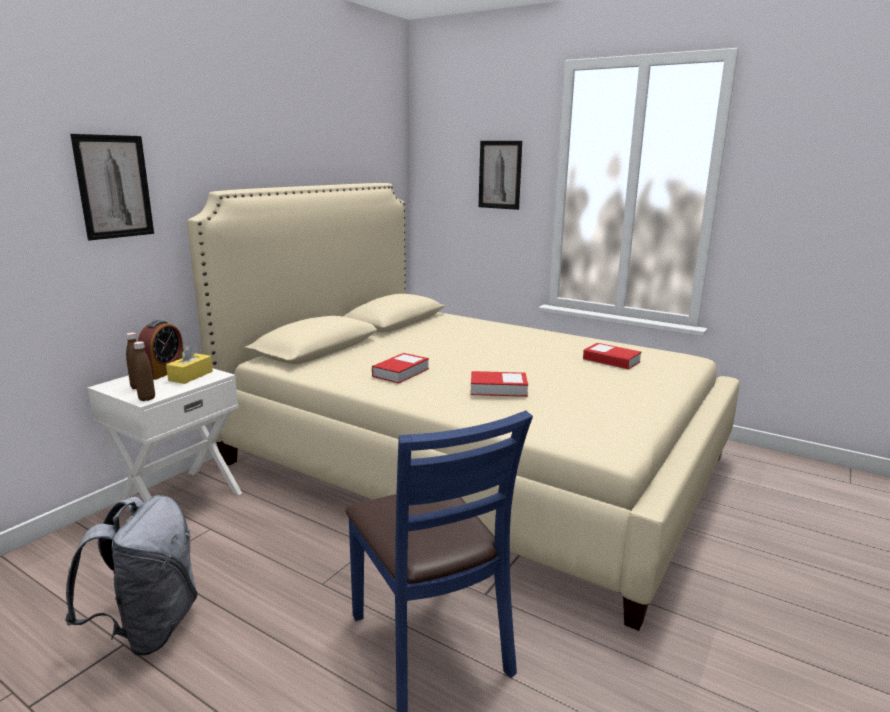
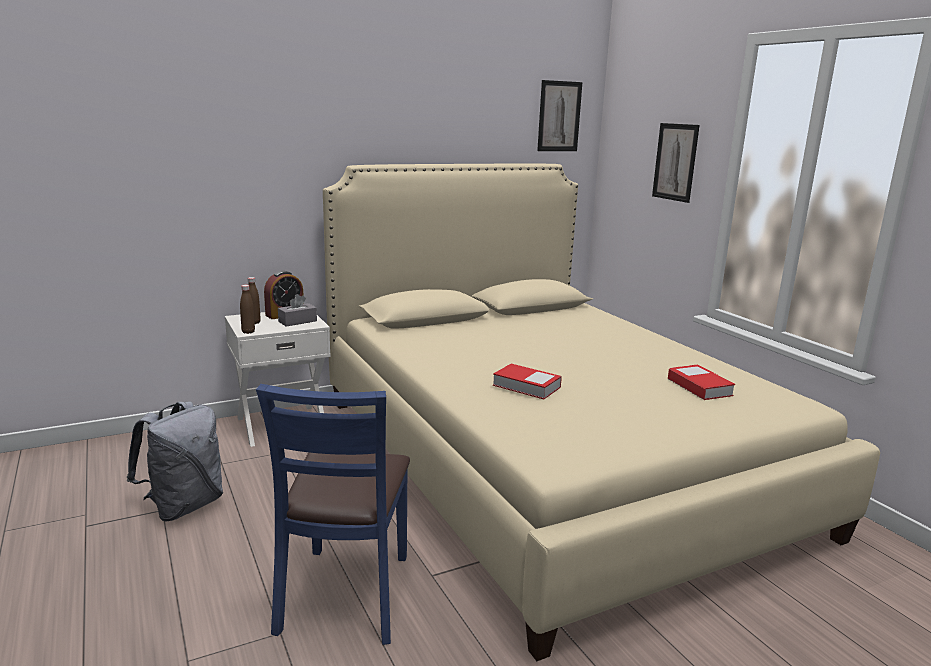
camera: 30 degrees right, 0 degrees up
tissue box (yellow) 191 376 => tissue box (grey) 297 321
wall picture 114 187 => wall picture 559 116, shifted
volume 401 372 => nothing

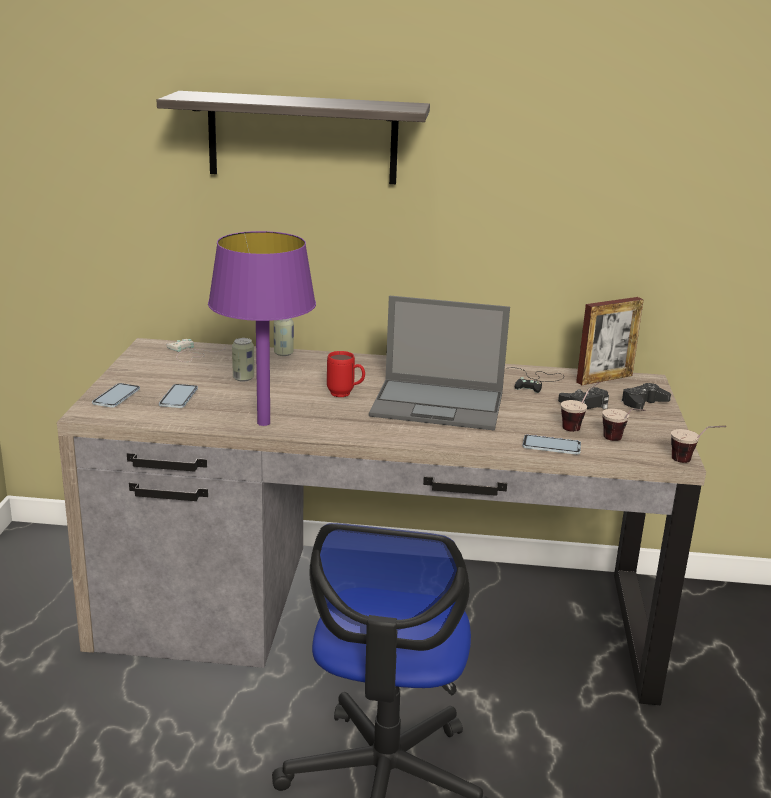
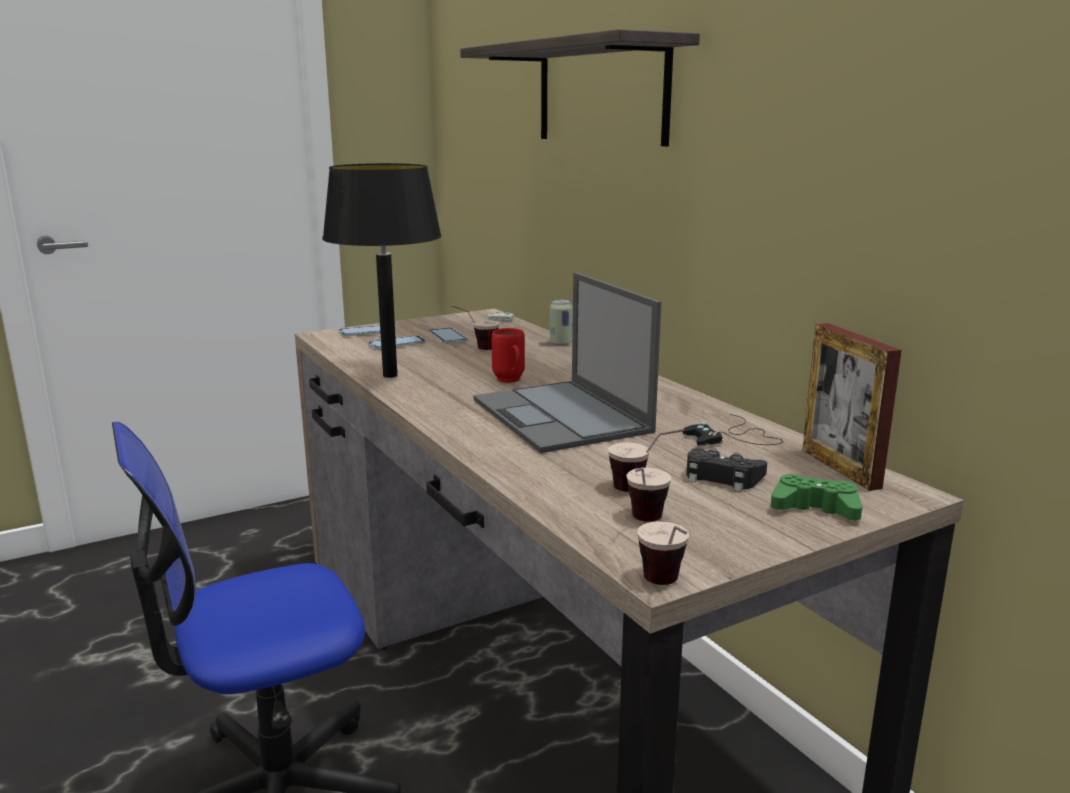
camera: 55 degrees right, 5 degrees down
table lamp (purple) 264 423 => table lamp (blackish) 390 375
telephone 551 446 => telephone 447 337, shifted
sealed can 243 378 => cup 475 348
gamepad (blackish) 643 403 => gamepad (green) 815 508
picture frame 604 379 => picture frame 840 468, 45 degrees clockwise

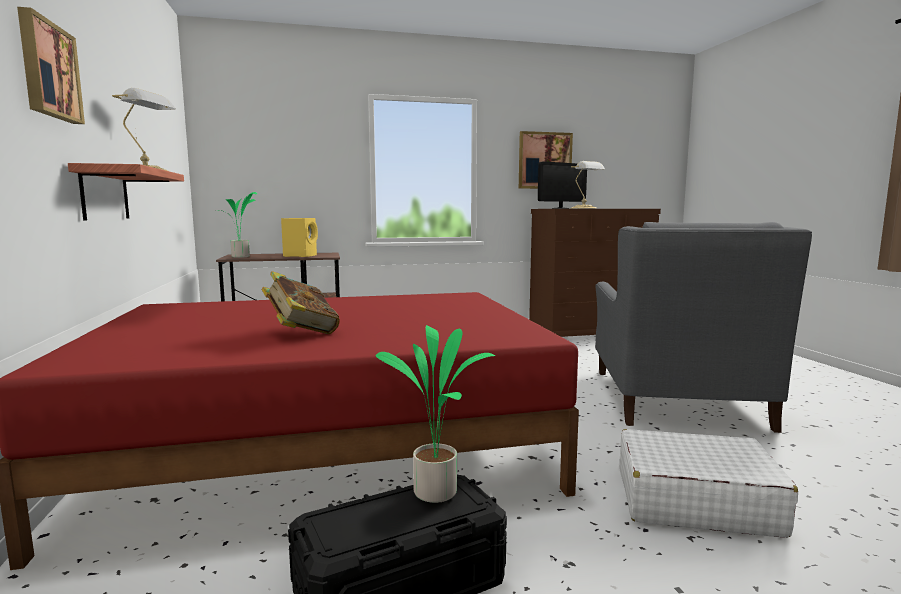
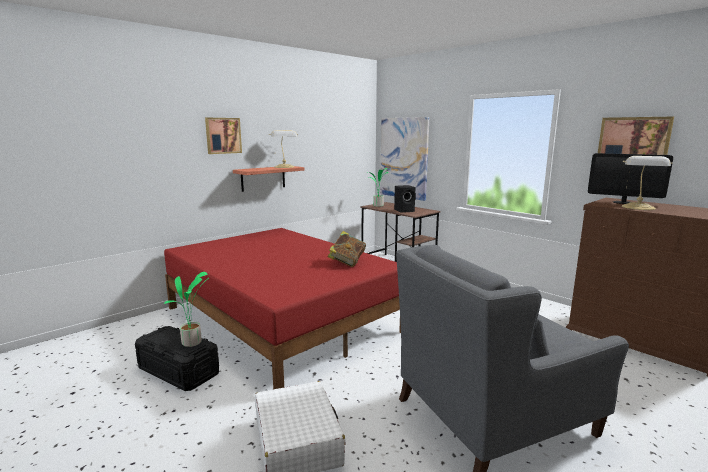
camera: 60 degrees right, 5 degrees up
volume 301 332 => volume 347 262, shifted
nothing => wall picture 404 158
loudspeaker (yellow) 301 255 => loudspeaker (blackish) 405 210

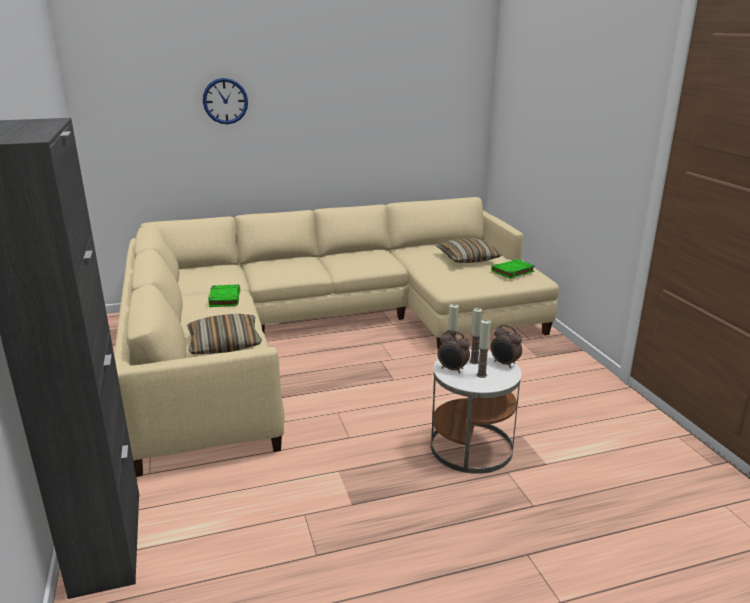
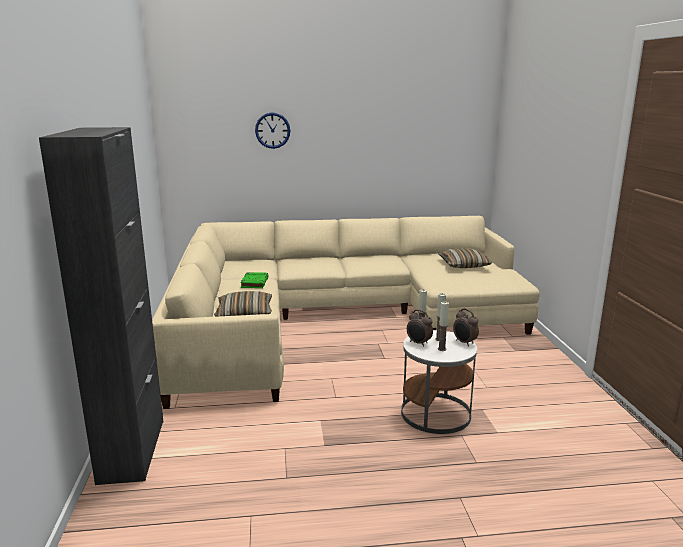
camera: 10 degrees right, 5 degrees down
volume (green) 512 271 => nothing

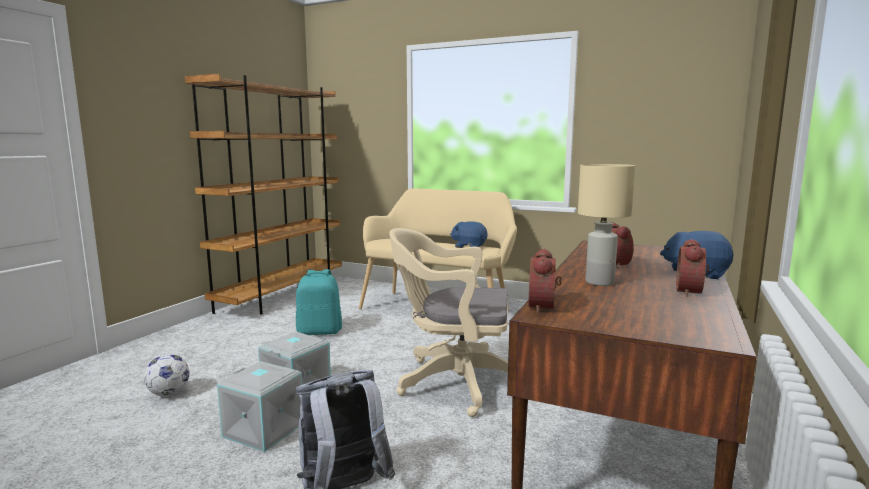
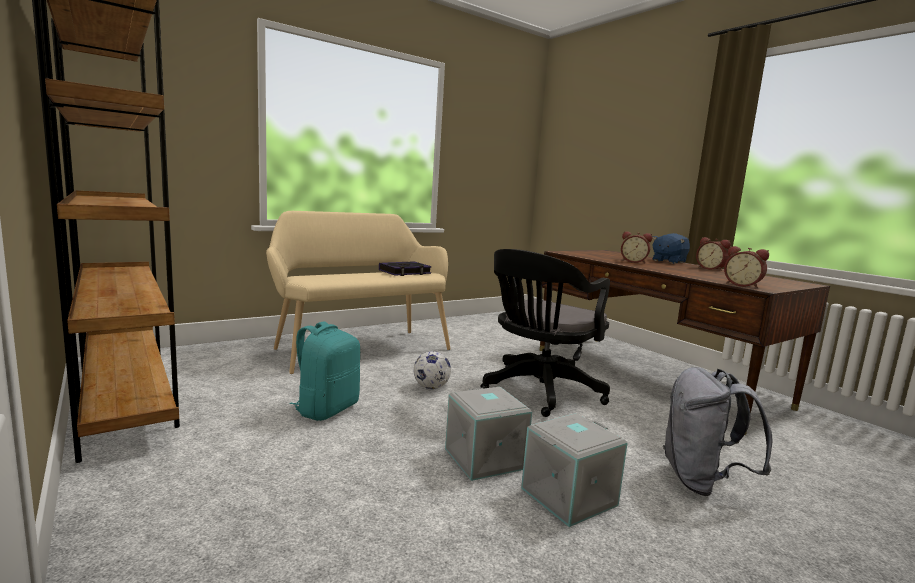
camera: 60 degrees left, 0 degrees up
cuddly toy (blue-coloured) 469 246 => volume 405 272
football 169 393 => football 431 387, shifted
office chair (sand-coloured) 454 382 => office chair (blackish) 539 392
table lamp (sand-coloured) 599 282 => nothing

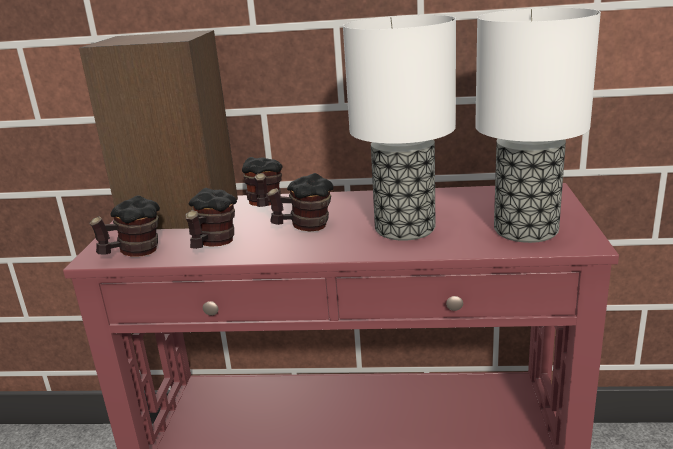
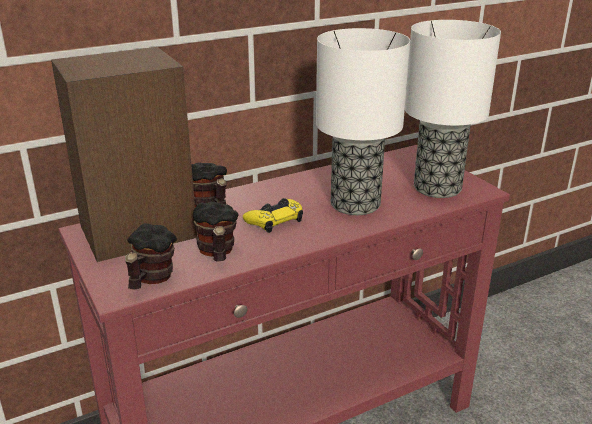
camera: 35 degrees left, 5 degrees up
mug 304 227 => gamepad (yellow) 274 220

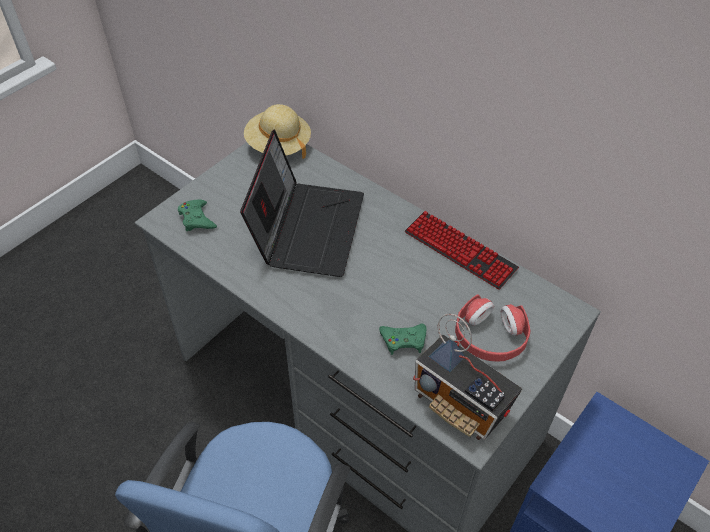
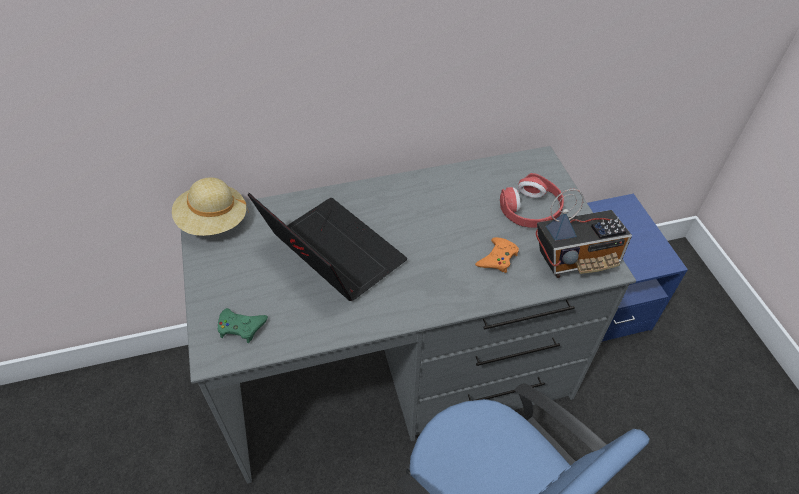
camera: 55 degrees left, 0 degrees up
gamepad (green) 403 340 => gamepad (orangey) 497 258
keyboard 460 251 => nothing

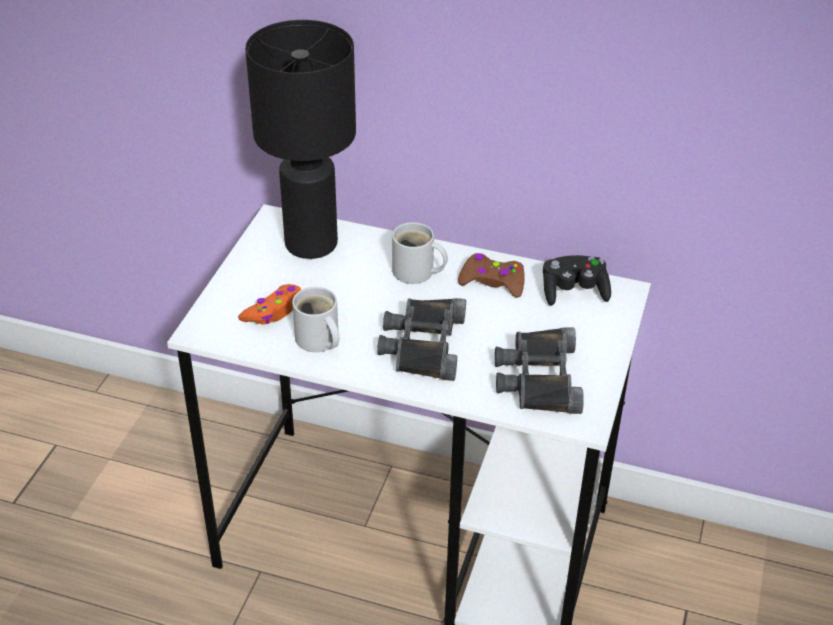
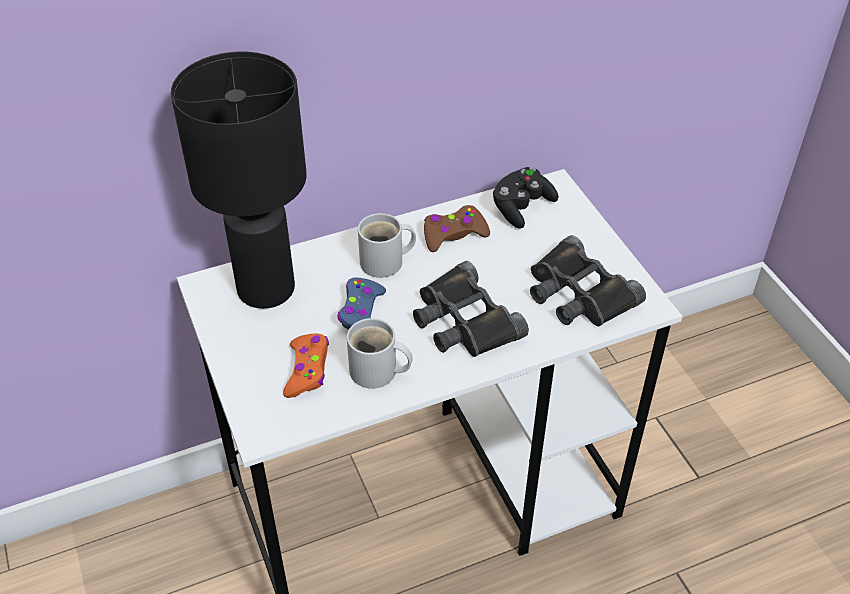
camera: 40 degrees left, 5 degrees up
nothing => gamepad (blue-coloured) 361 313

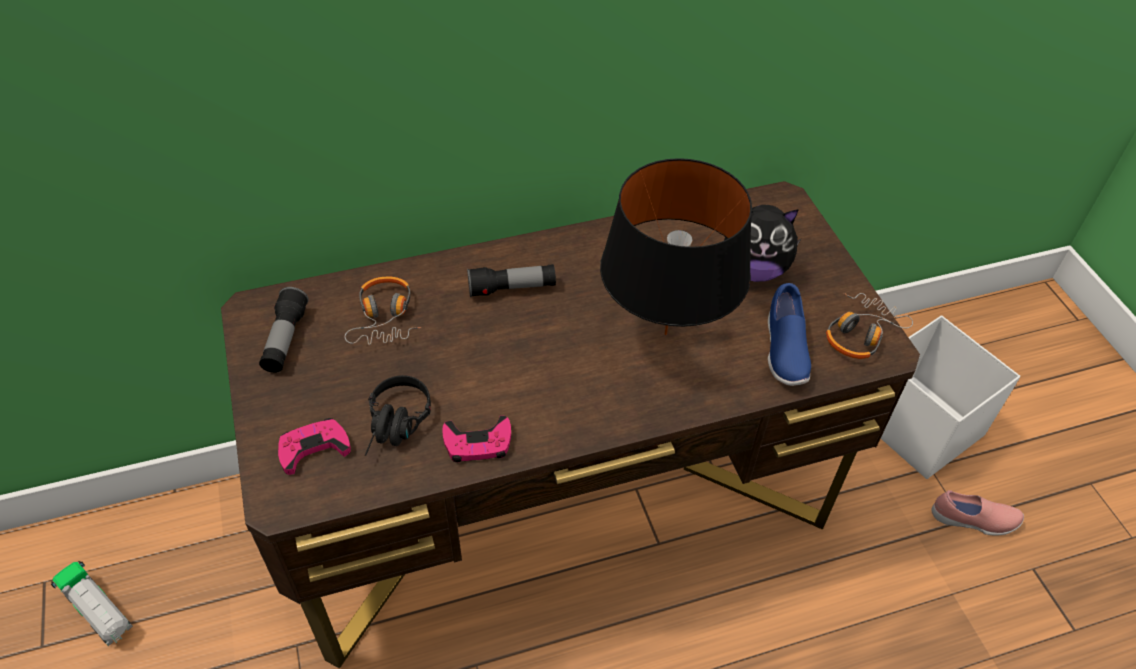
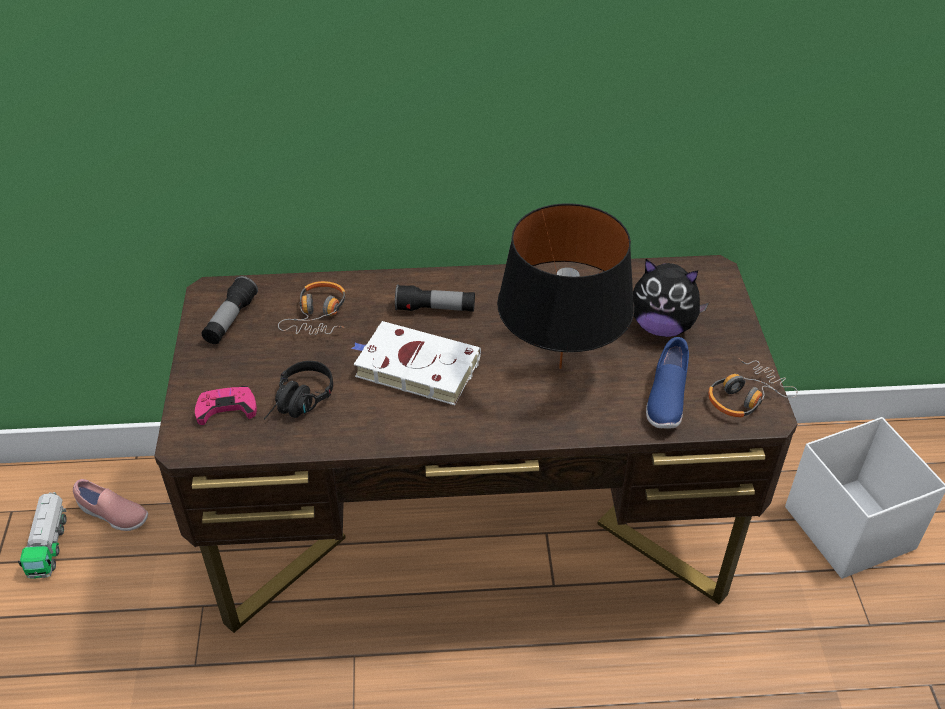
camera: 15 degrees right, 5 degrees down
model truck 99 612 => model truck 49 544, 150 degrees counterclockwise
shoe (pinkish) 973 521 => shoe (pinkish) 113 515, shifted
nothing => volume (white) 414 367
gamepad (pinkish) 478 443 => nothing

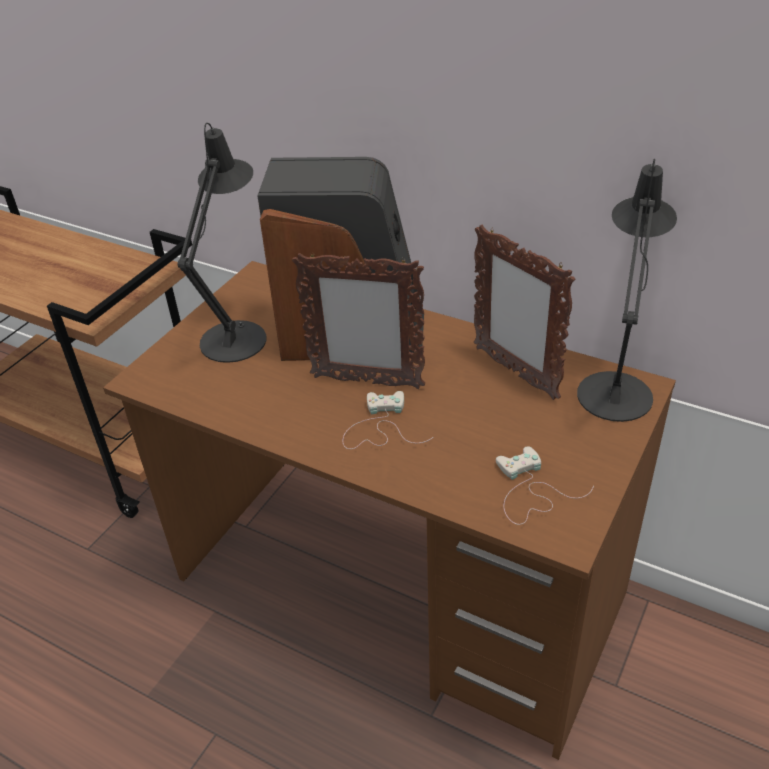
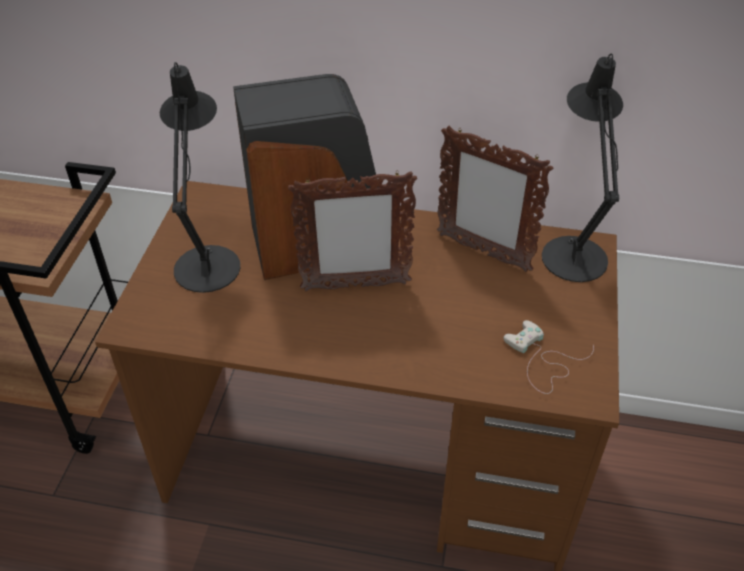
camera: 20 degrees left, 5 degrees up
gamepad (white) 380 427 => nothing

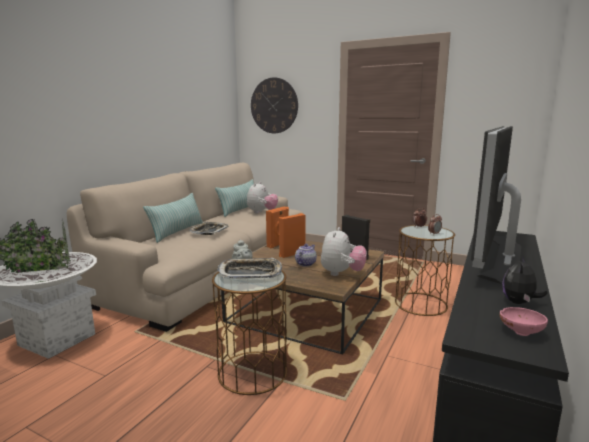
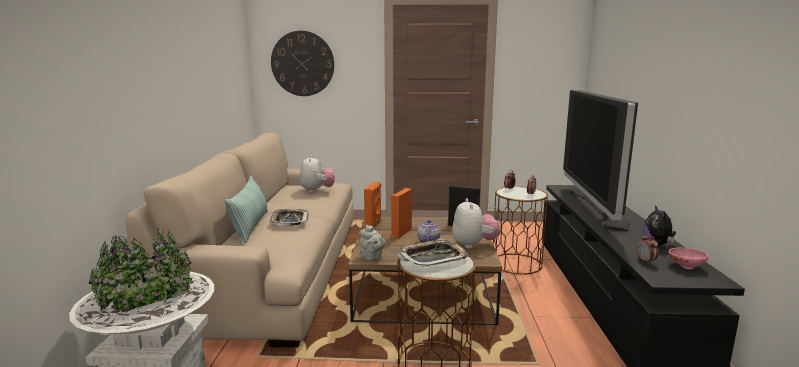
camera: 25 degrees left, 0 degrees up
nothing => alarm clock 646 261
pillow 240 210 => nothing

